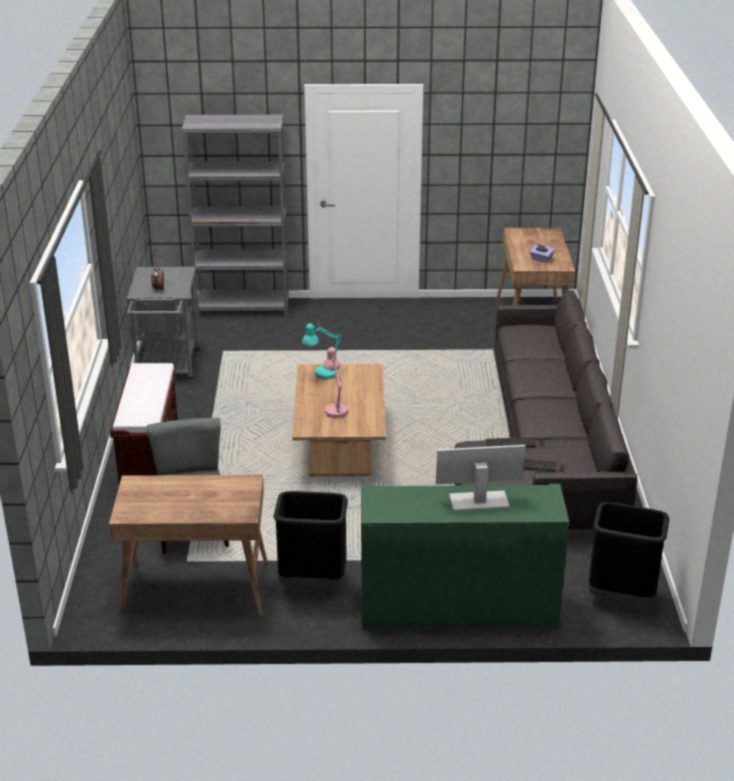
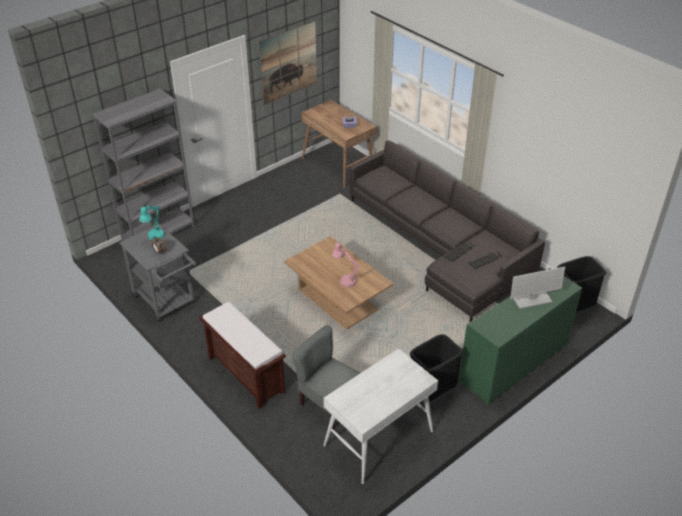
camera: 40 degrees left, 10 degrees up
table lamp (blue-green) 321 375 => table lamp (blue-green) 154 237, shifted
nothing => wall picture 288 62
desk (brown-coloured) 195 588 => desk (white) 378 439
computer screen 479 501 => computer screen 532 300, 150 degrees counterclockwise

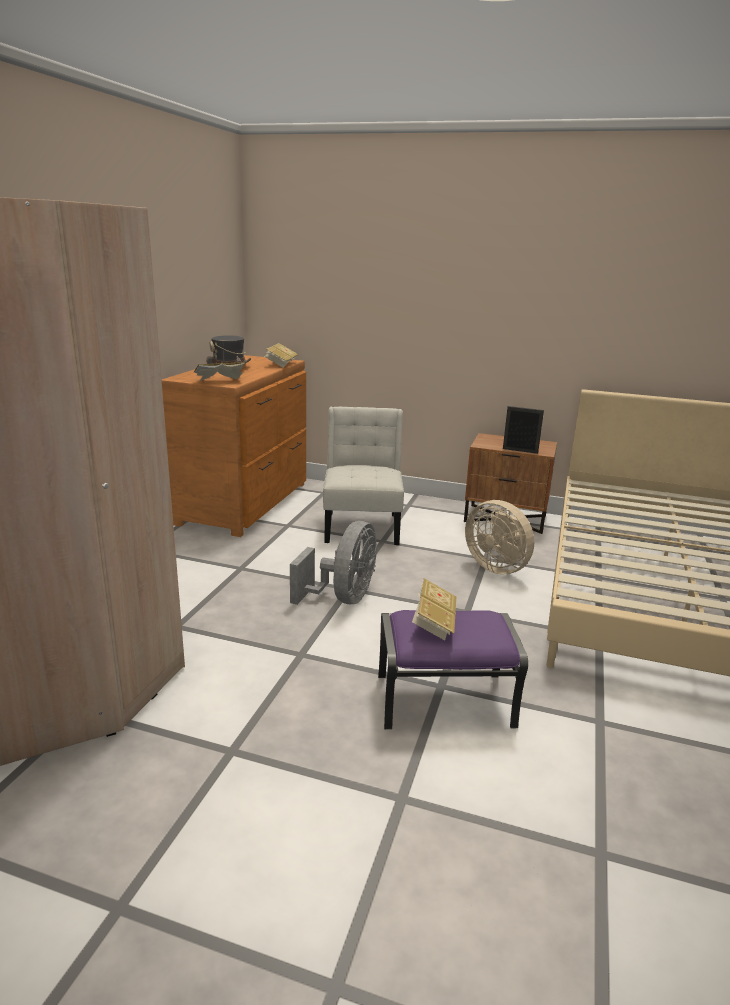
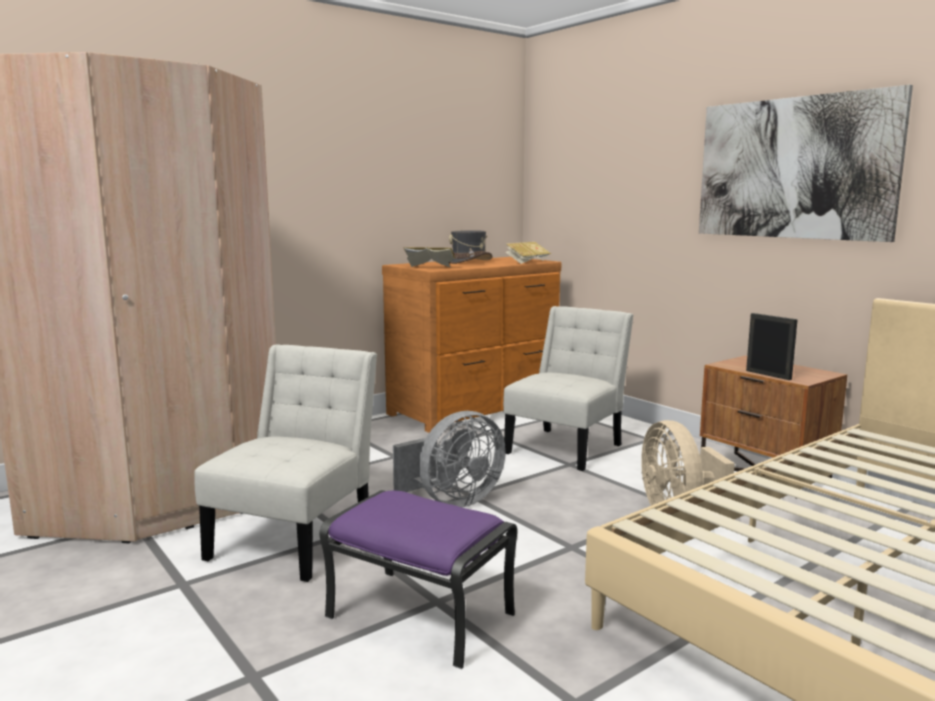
camera: 35 degrees right, 10 degrees down
nothing => plain chair (white) 297 538
nothing => wall picture 794 168
volume 434 623 => nothing

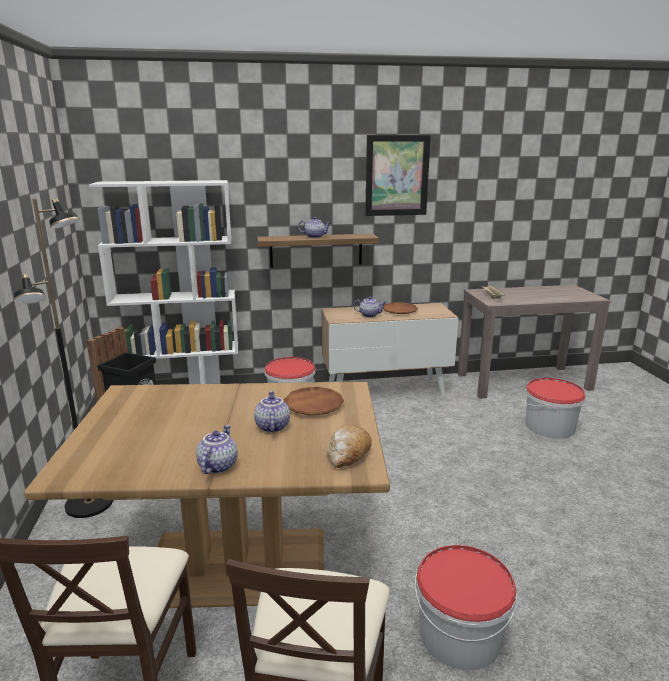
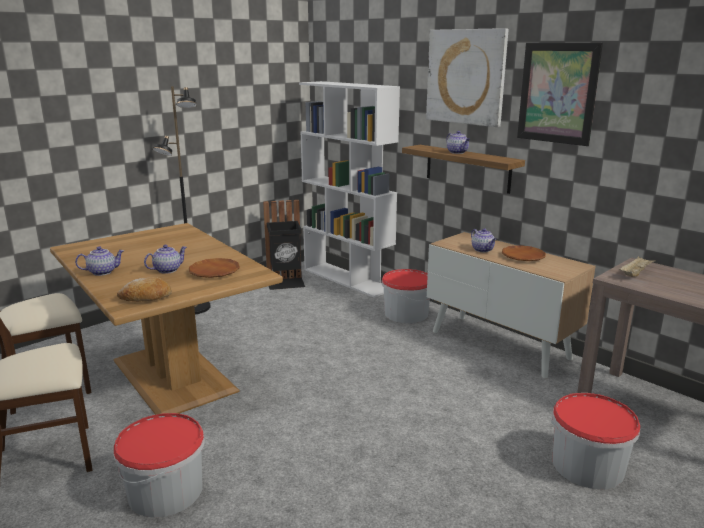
camera: 55 degrees right, 0 degrees up
nothing => wall picture 466 77

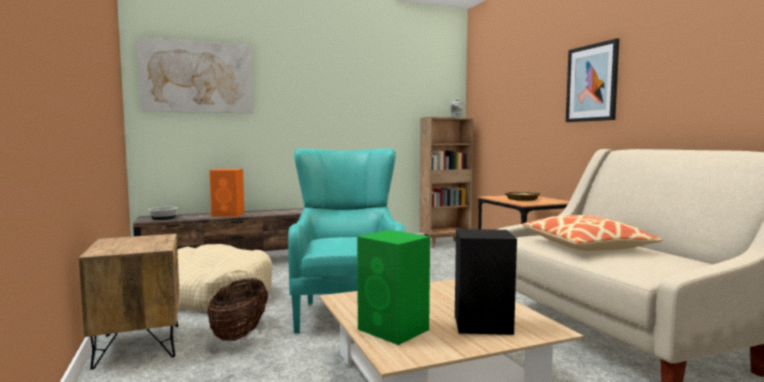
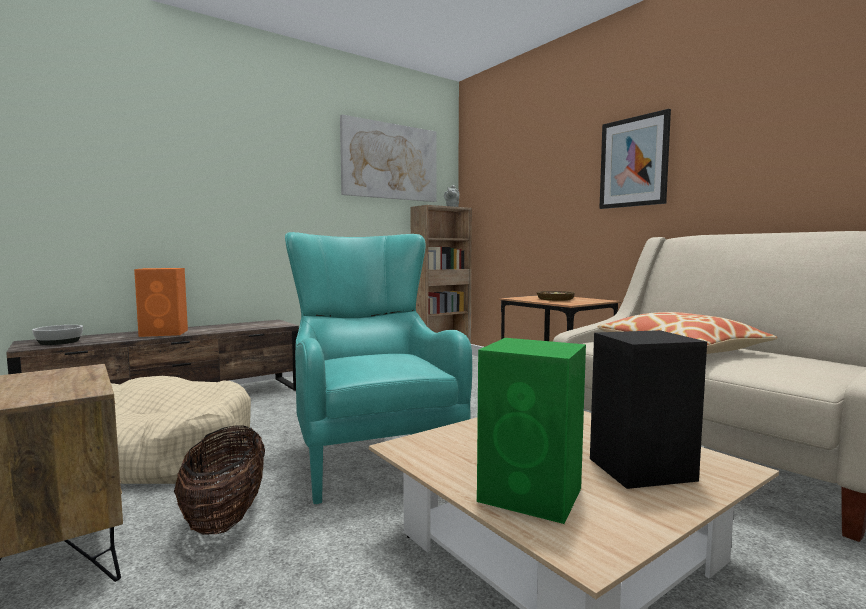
camera: 15 degrees left, 0 degrees up
wall picture 198 77 => wall picture 390 161, shifted

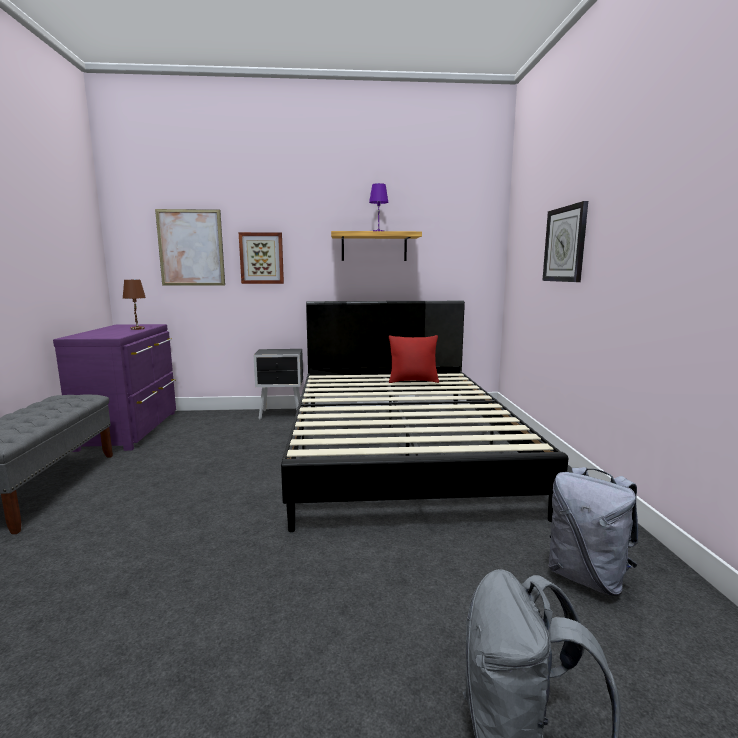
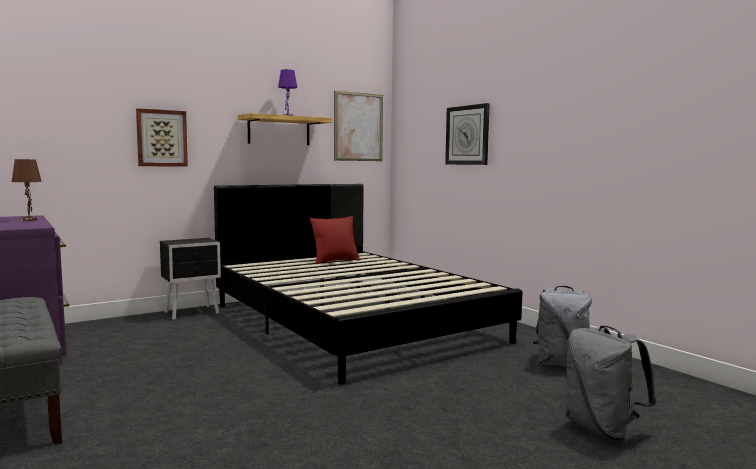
camera: 30 degrees left, 5 degrees down
wall picture 191 248 => wall picture 358 127, shifted

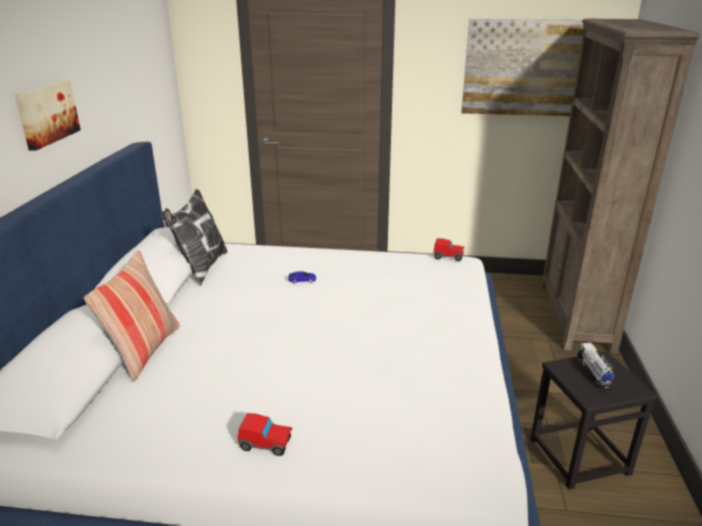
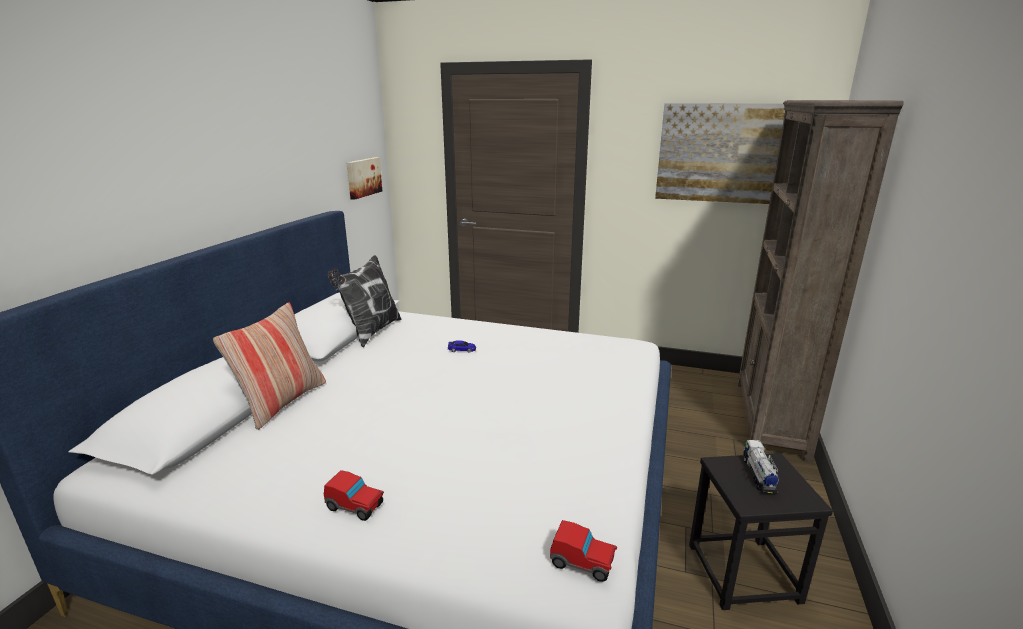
camera: 10 degrees right, 5 degrees down
wall picture 46 113 => wall picture 363 177, shifted
toy car 448 257 => toy car 582 563, shifted

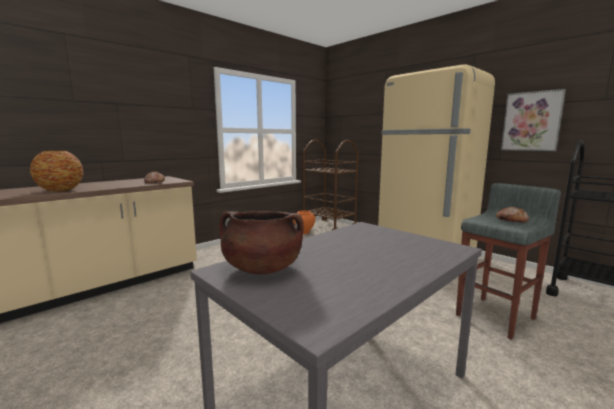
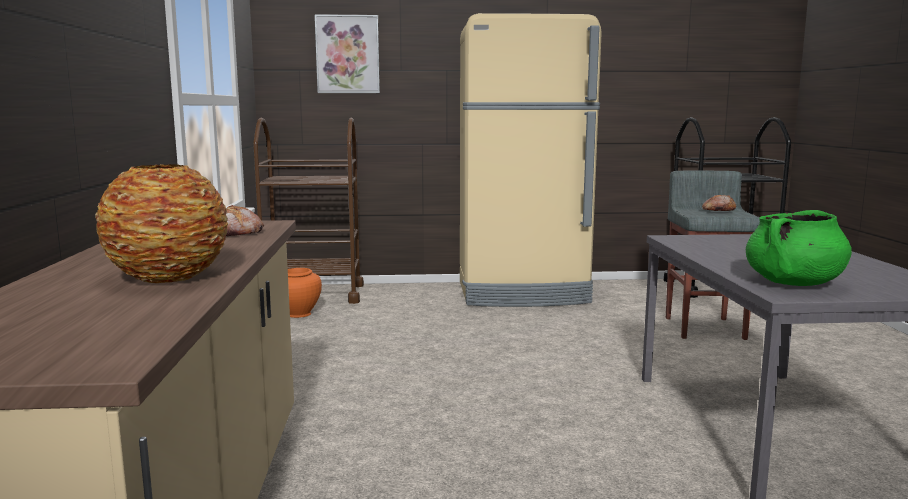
camera: 50 degrees left, 0 degrees up
wall picture 531 121 => wall picture 347 54, shifted
cooking pot (brown-coloured) 262 268 => cooking pot (green) 793 283

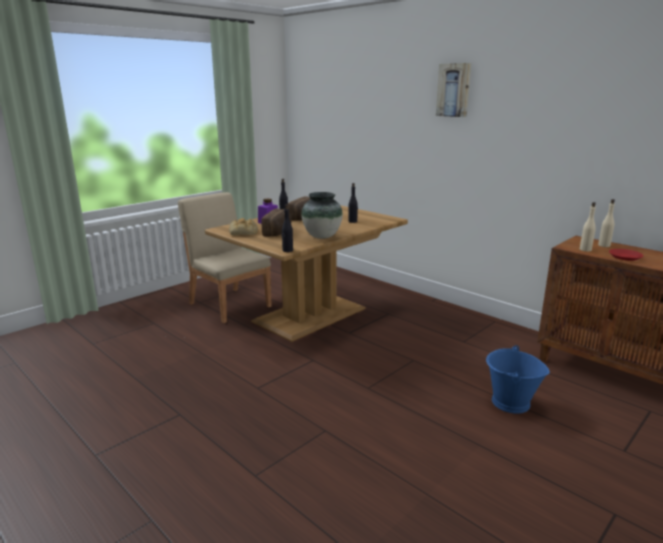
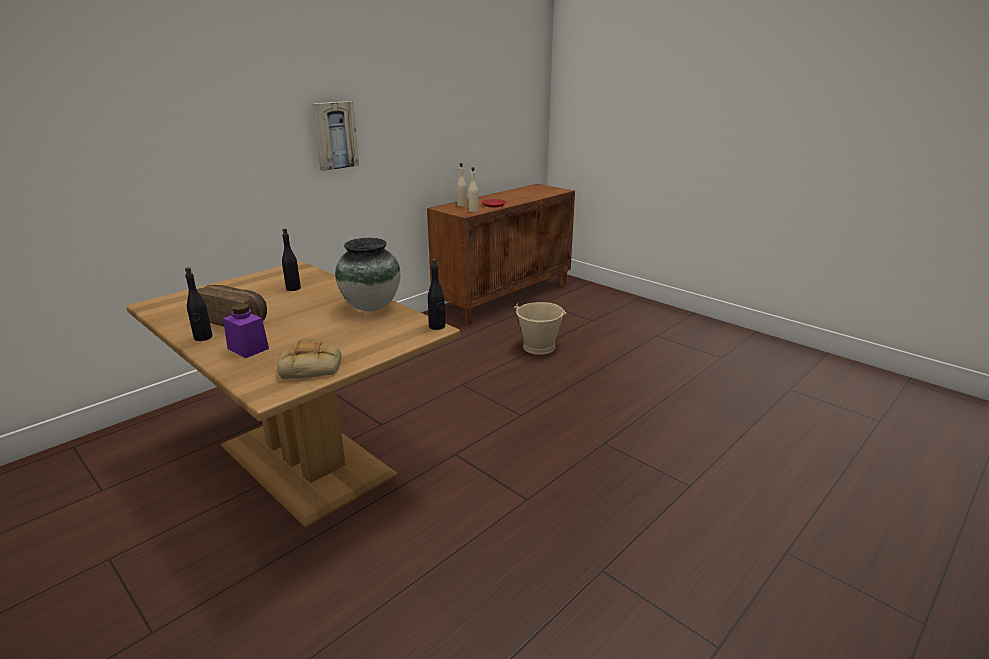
camera: 90 degrees left, 5 degrees up
wall picture 454 90 => wall picture 334 135, shifted
pail (blue-coloured) 510 402 => pail (sand-coloured) 539 347
plain chair (sand-coloured) 229 304 => nothing
bread 279 232 => nothing

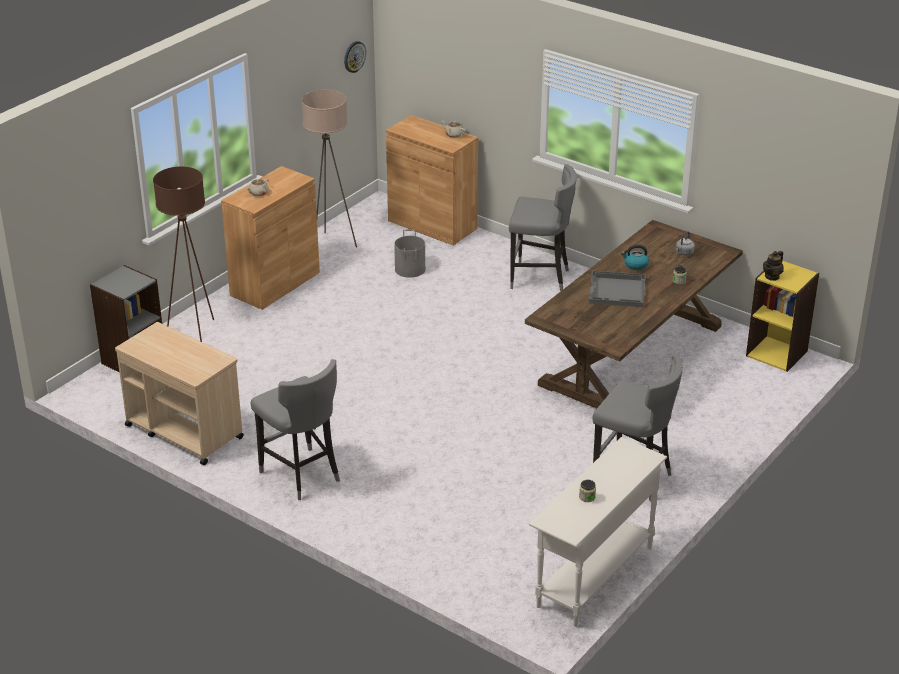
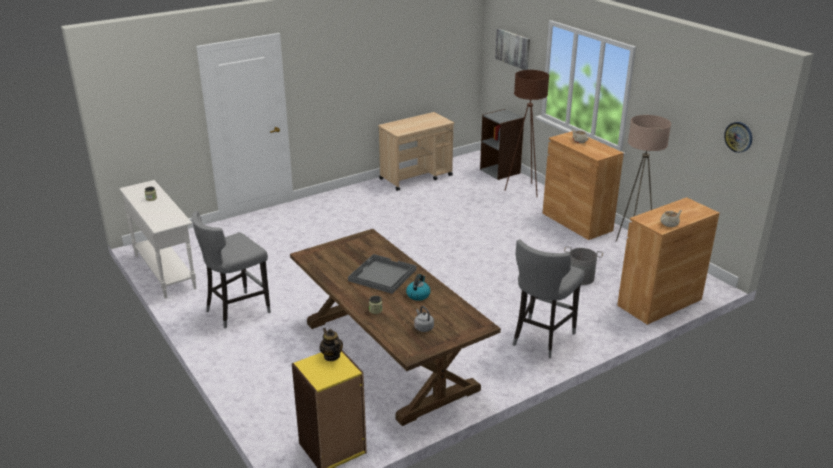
camera: 110 degrees right, 5 degrees down
nothing => wall picture 513 48
stool (grey) 301 475 => nothing

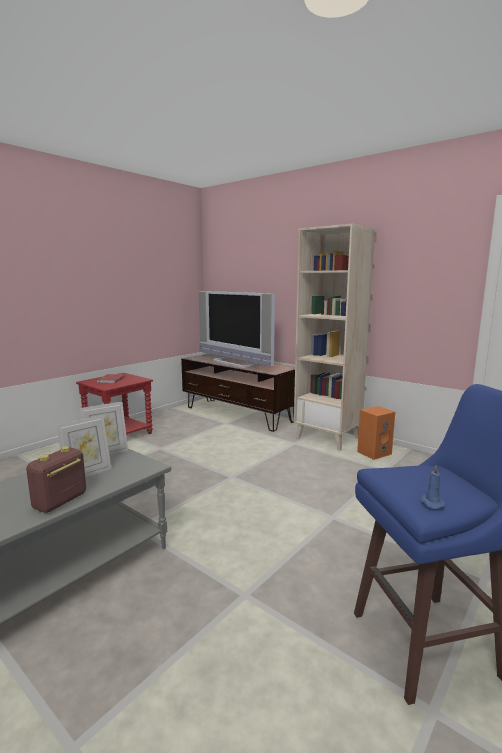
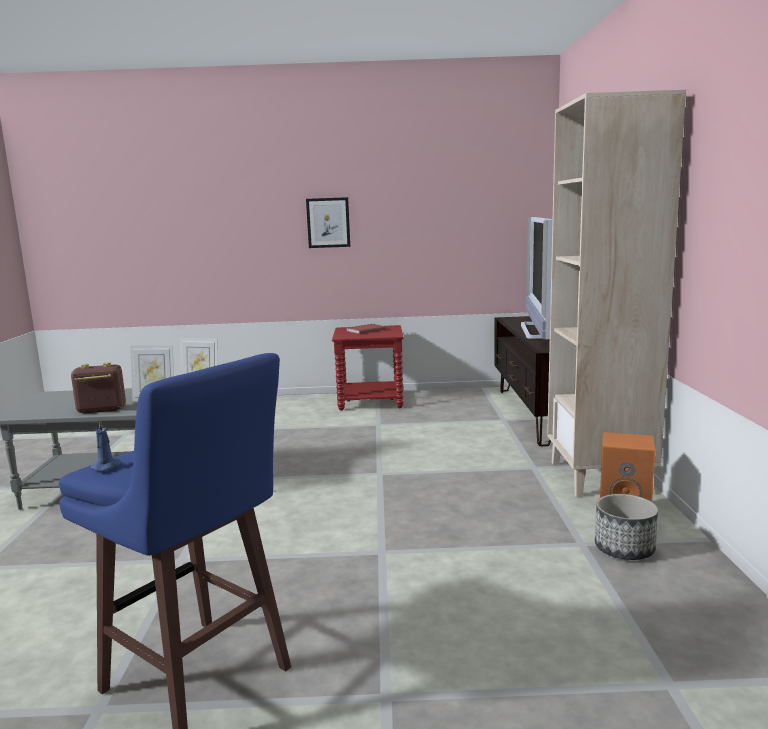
camera: 50 degrees right, 0 degrees up
nothing => wall picture 328 222
nothing => flower pot 624 549

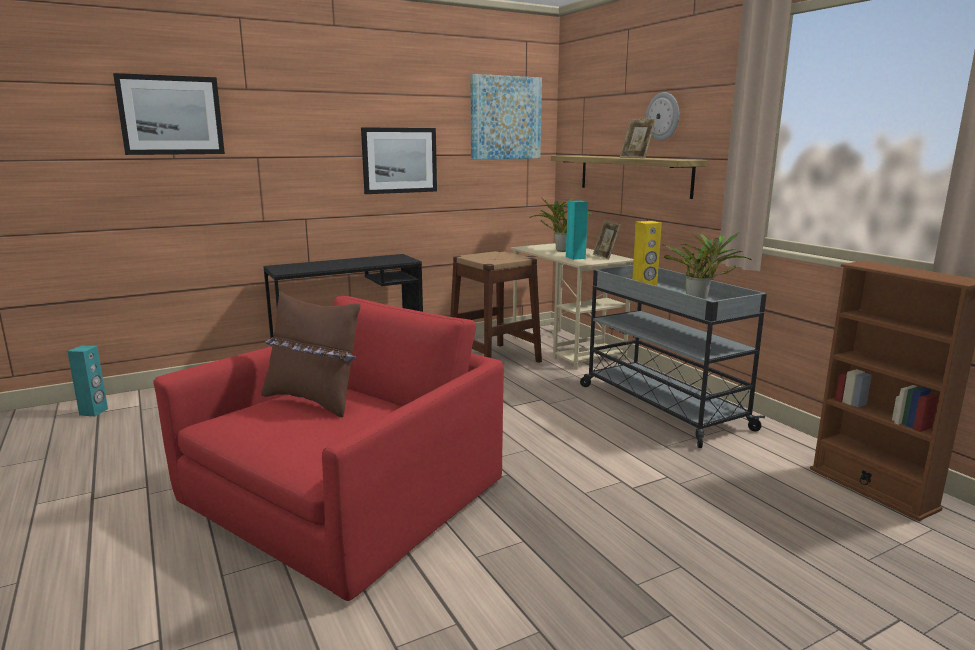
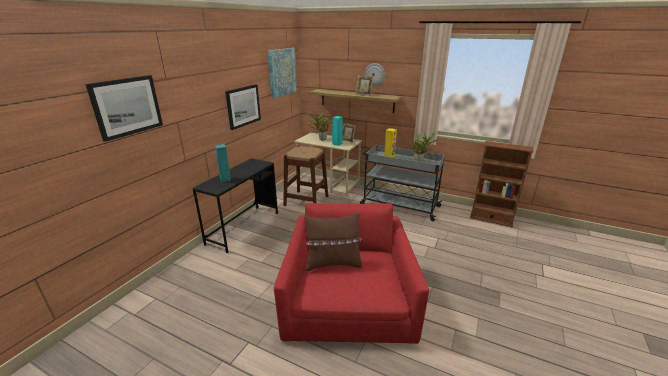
camera: 35 degrees left, 10 degrees up
loudspeaker (blue-green) 94 412 => loudspeaker (blue-green) 225 179, shifted

